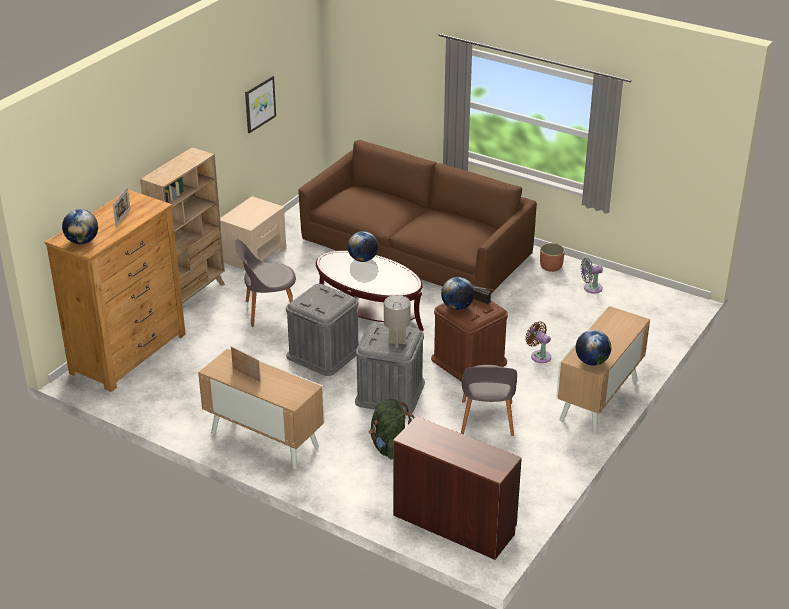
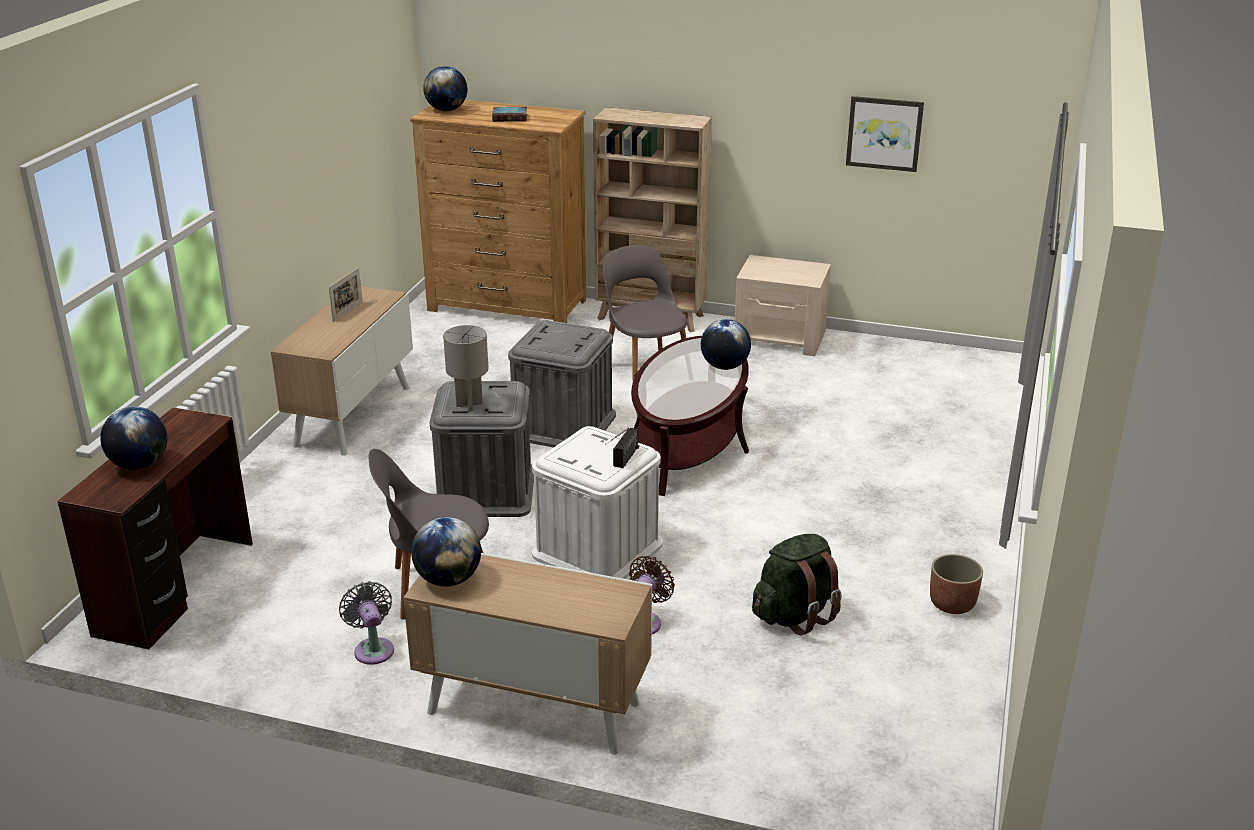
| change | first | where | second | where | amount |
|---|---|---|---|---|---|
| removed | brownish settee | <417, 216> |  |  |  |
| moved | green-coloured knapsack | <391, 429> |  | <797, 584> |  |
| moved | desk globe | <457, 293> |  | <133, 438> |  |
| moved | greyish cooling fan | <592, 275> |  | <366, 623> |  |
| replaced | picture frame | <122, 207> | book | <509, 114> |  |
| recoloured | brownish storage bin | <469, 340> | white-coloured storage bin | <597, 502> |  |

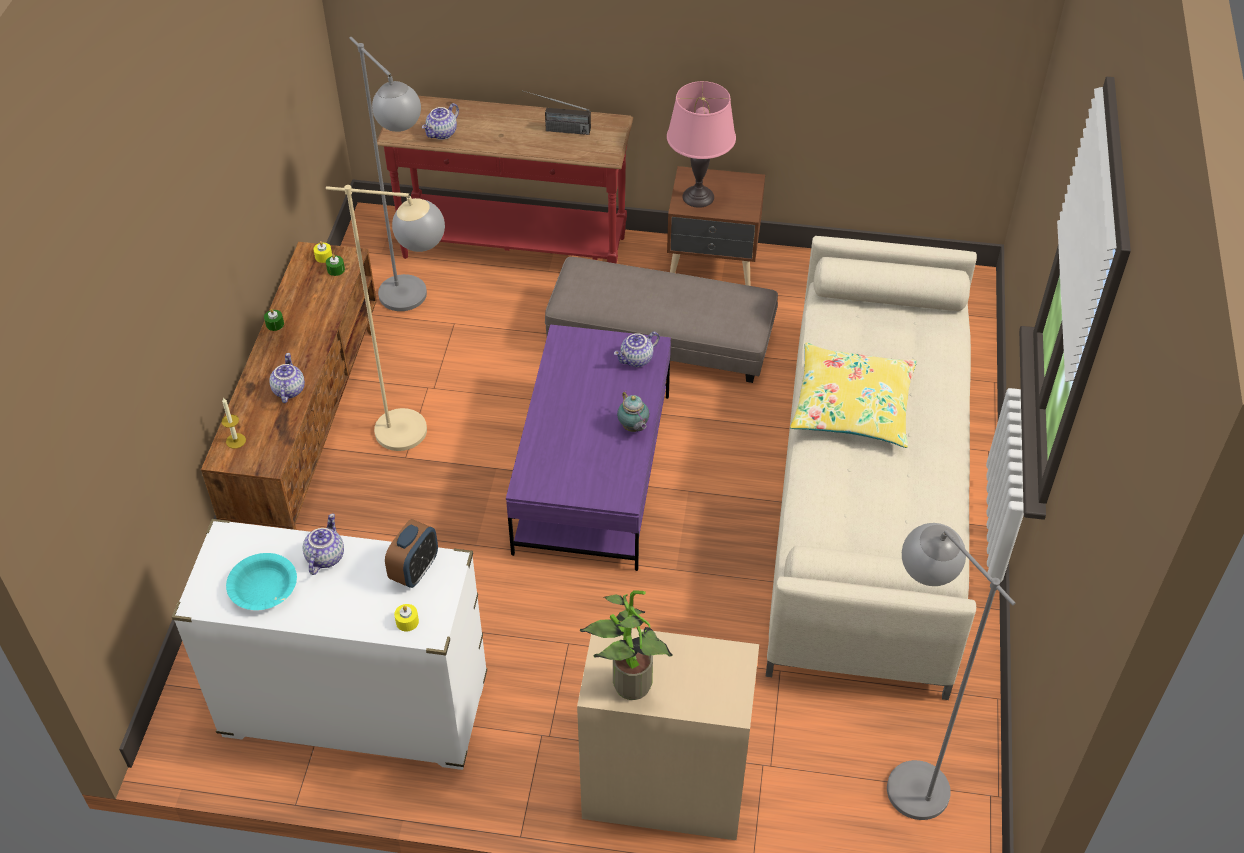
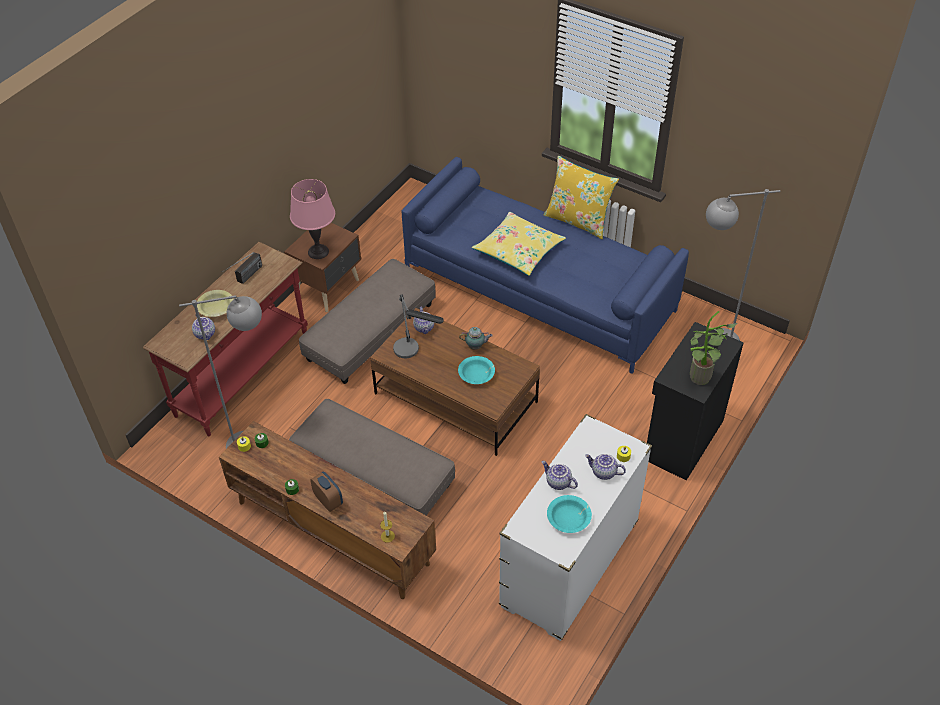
| change | first | where | second | where | amount |
|---|---|---|---|---|---|
| added |  |  | yellowish deep dish | <215, 303> |  |
| added |  |  | lamp for a table | <418, 326> |  |
| added |  |  | turquoise-coloured deep dish | <476, 370> |  |
| added |  |  | yellowish throw pillow | <581, 197> |  |
| moved | pot for tea | <287, 378> |  | <605, 467> |  |
| moved | bedside clock | <411, 553> |  | <326, 491> |  |
| replaced | beige-coloured floor lamp | <385, 318> | greyish footrest | <372, 457> |  |
| recoloured | purplish coffee table | <588, 447> | brownish coffee table | <455, 382> |  |
| recoloured | beige-coloured storage cabinet | <668, 734> | black storage cabinet | <695, 401> |  |
| recoloured | beige-coloured settee | <871, 468> | bluish settee | <545, 265> |  |

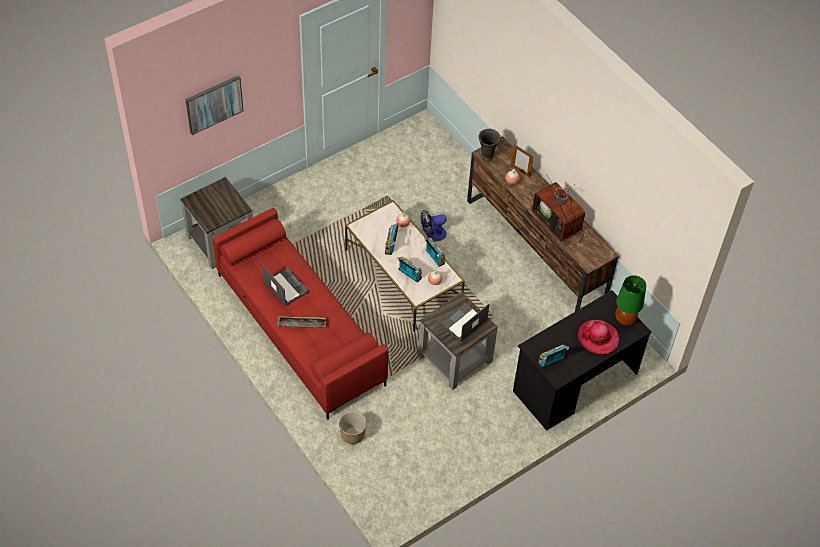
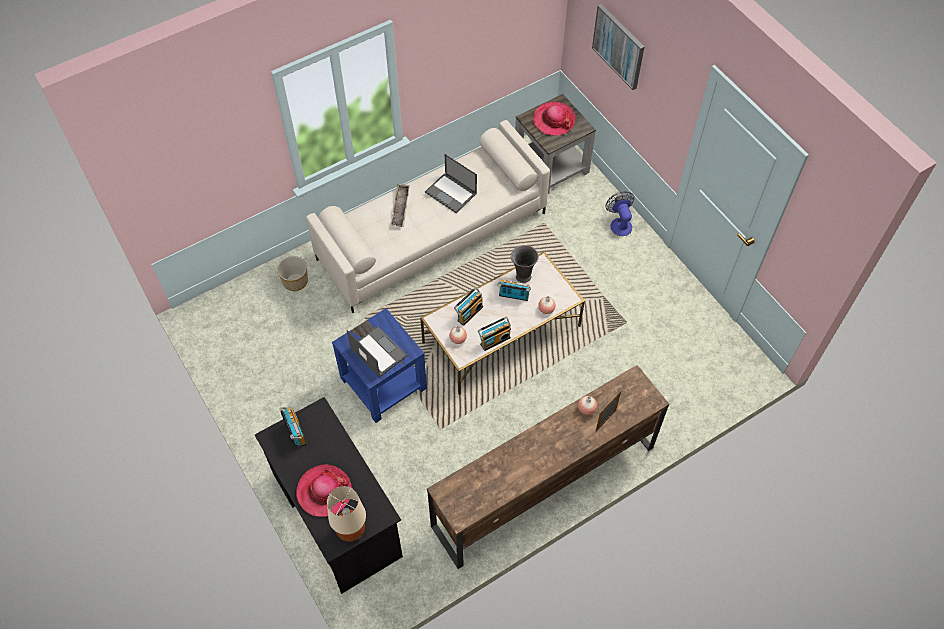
| change | first | where | second | where | amount |
|---|---|---|---|---|---|
| removed | television | <558, 210> |  |  |  |
| added |  |  | clothing hat | <554, 119> |  |
| moved | cooling fan | <434, 225> |  | <619, 213> |  |
| moved | greyish flower vase | <489, 145> |  | <525, 264> |  |
| recoloured | red-coloured settee | <301, 314> | white-coloured settee | <428, 216> |  |
| recoloured | greyish accent table | <458, 341> | bluish accent table | <379, 365> |  |
| recoloured | green-coloured lamp for a table | <630, 301> | beige-coloured lamp for a table | <346, 514> |  |
| turned | notebook computer | <286, 285> |  | <451, 183> | 75 degrees clockwise |

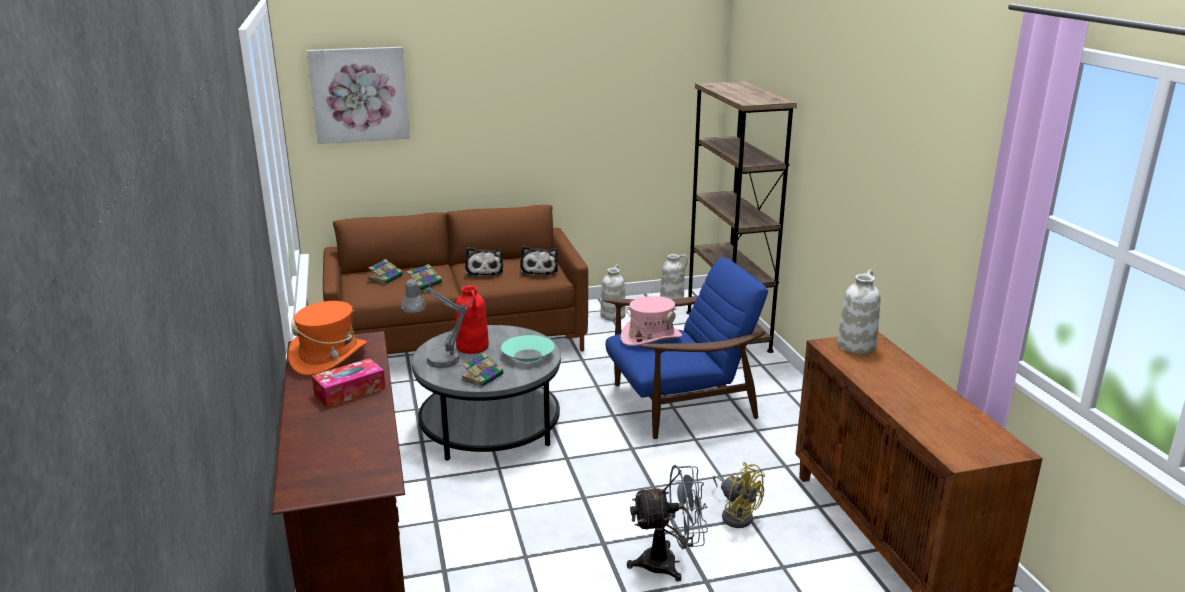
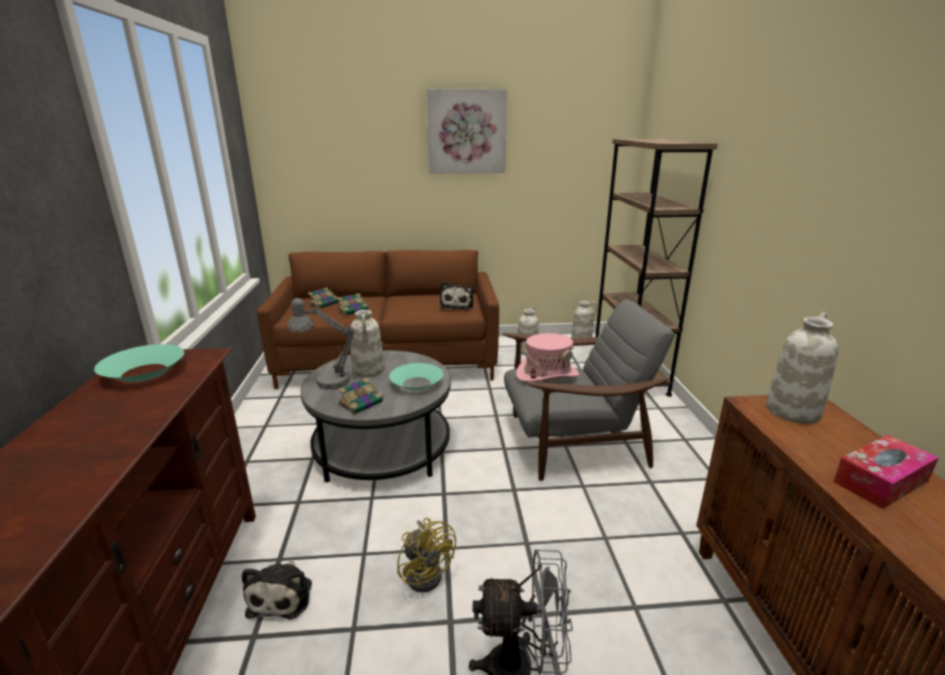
| change | first | where | second | where | amount |
|---|---|---|---|---|---|
| moved | picture | <358, 95> |  | <466, 131> |  |
| moved | tissue holder | <349, 382> |  | <886, 472> |  |
| moved | soft toy | <484, 262> |  | <277, 590> |  |
| moved | yellowish cooling fan | <739, 495> |  | <426, 555> |  |
| replaced | orangey clothing hat | <327, 338> | turquoise-coloured deep dish | <139, 363> |  |
| recoloured | red-coloured flower vase | <472, 319> | white-coloured flower vase | <367, 343> |  |
| recoloured | bluish easy chair | <685, 348> | greyish easy chair | <588, 390> |  |

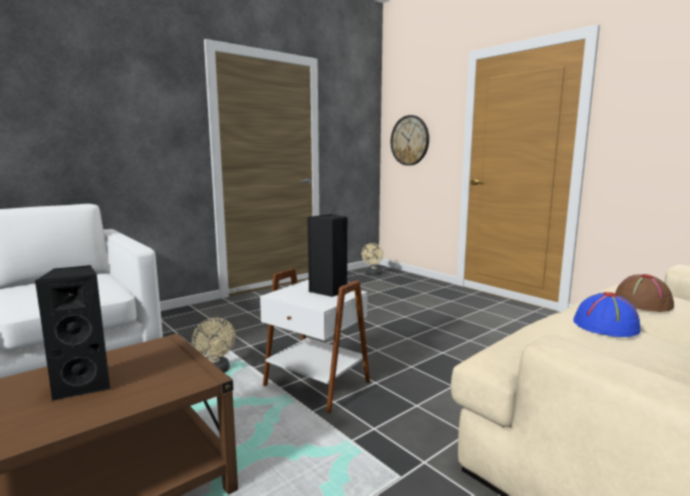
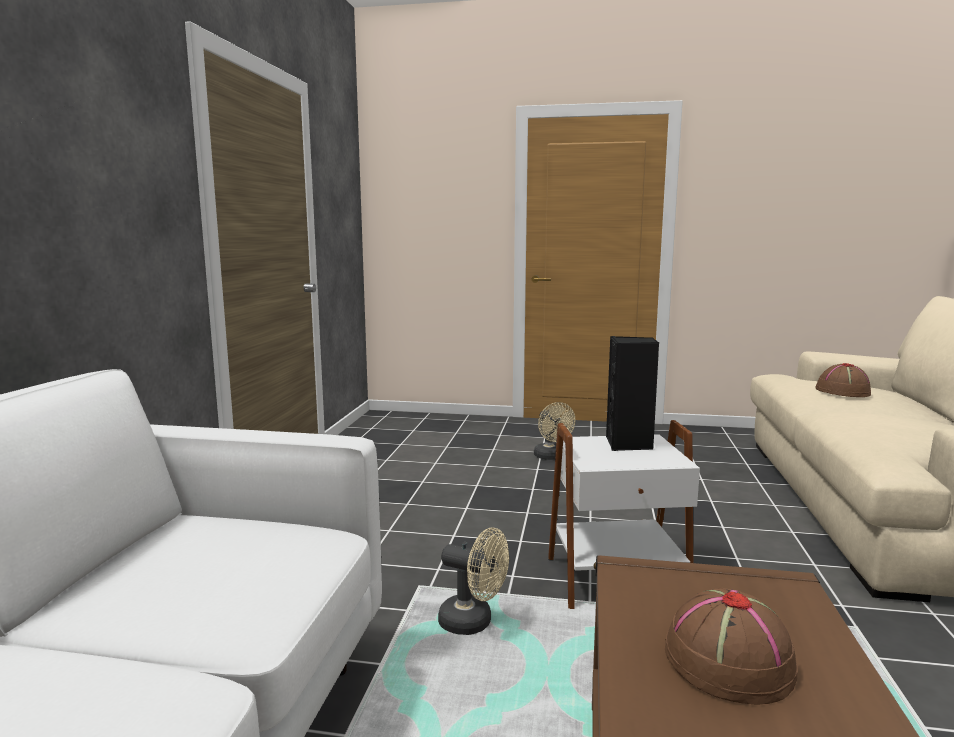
| change | first | where | second | where | amount |
|---|---|---|---|---|---|
| removed | hanging clock | <410, 140> |  |  |  |
| removed | bluish clothing hat | <607, 314> |  |  |  |
| moved | beige-coloured cooling fan | <372, 259> |  | <554, 431> |  |
| replaced | black speaker | <72, 333> | brownish clothing hat | <731, 646> |  |

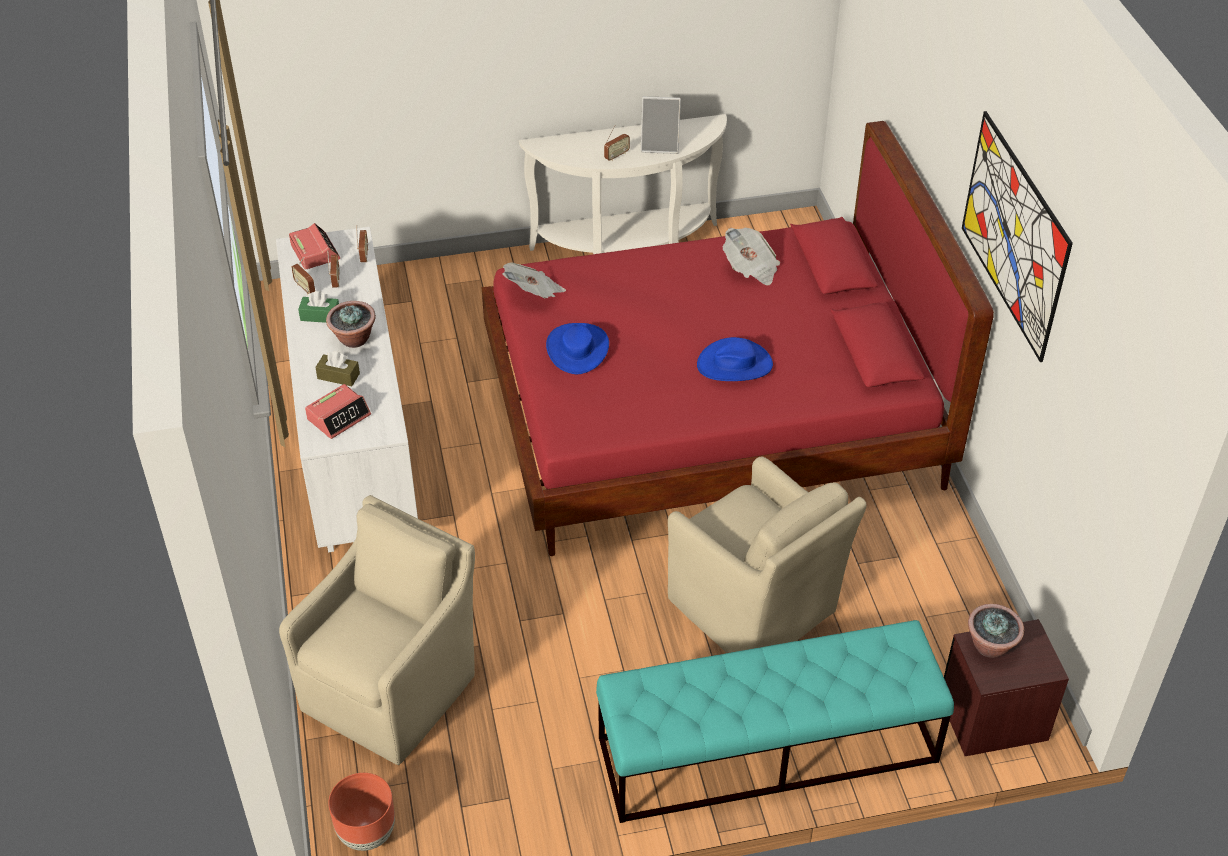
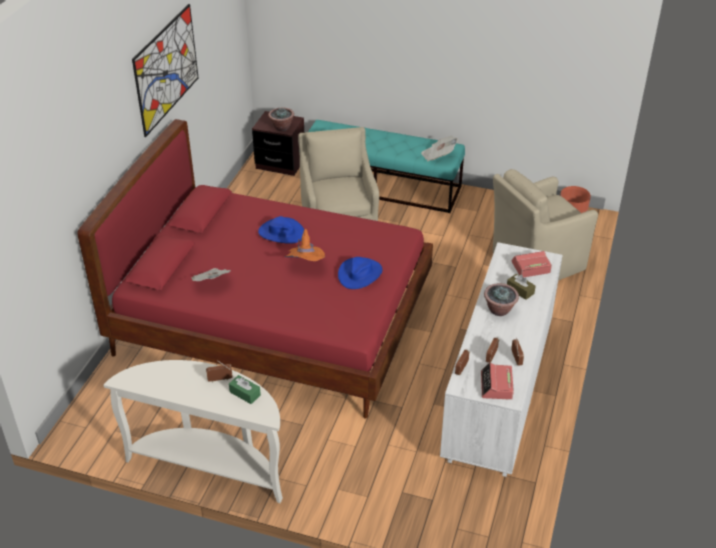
| change | first | where | second | where | amount |
|---|---|---|---|---|---|
| removed | picture frame | <661, 125> |  |  |  |
| added |  |  | orangey clothing hat | <305, 245> |  |
| moved | green-coloured tissue holder | <318, 307> |  | <245, 389> |  |
| moved | daily paper | <534, 280> |  | <439, 149> |  |

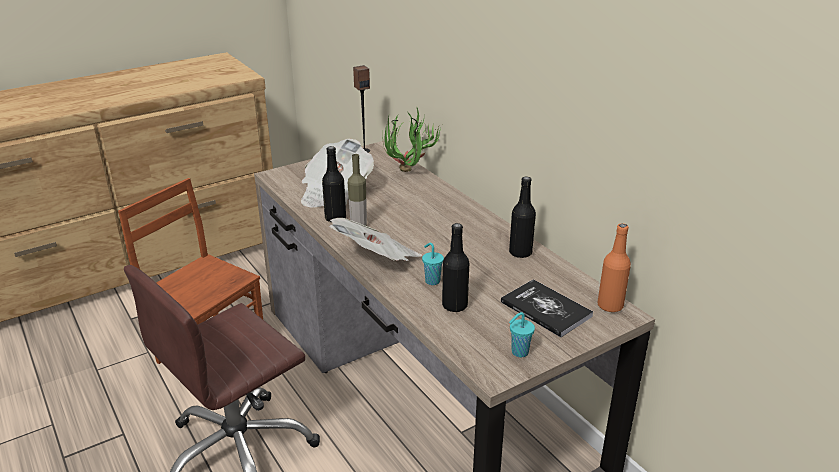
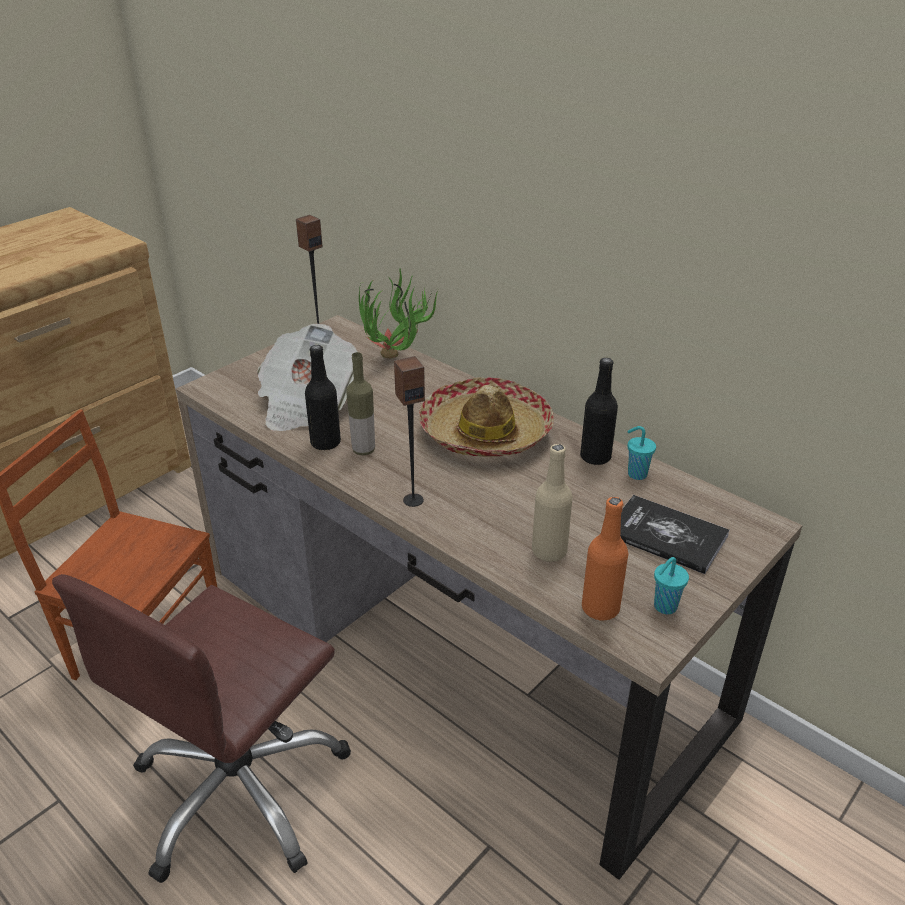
| change | first | where | second | where | amount |
|---|---|---|---|---|---|
| added |  |  | clothing hat | <486, 417> |  |
| moved | turquoise-coloured small cup | <433, 264> |  | <641, 453> |  |
| moved | orangey drink bottle | <614, 268> |  | <605, 558> |  |
| replaced | daily paper | <375, 239> | speaker | <409, 431> |  |
| recoloured | black drink bottle | <455, 267> | beige-coloured drink bottle | <552, 503> |  |

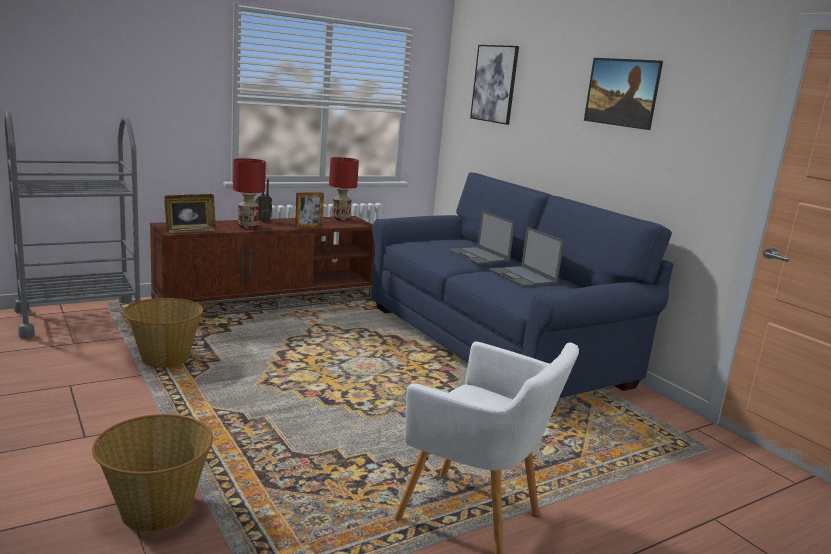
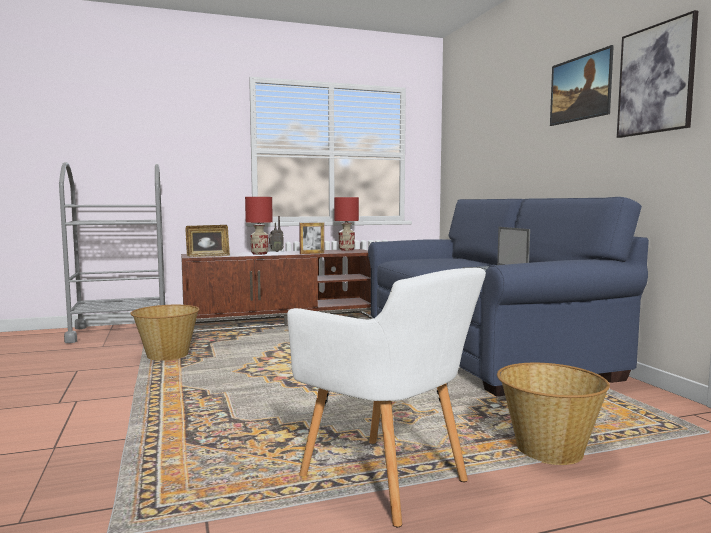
| change | first | where | second | where | amount |
|---|---|---|---|---|---|
| removed | notebook computer | <481, 238> |  |  |  |
| moved | storage basket | <152, 473> |  | <553, 414> |  |
| moved | picture | <494, 85> |  | <657, 74> |  |

